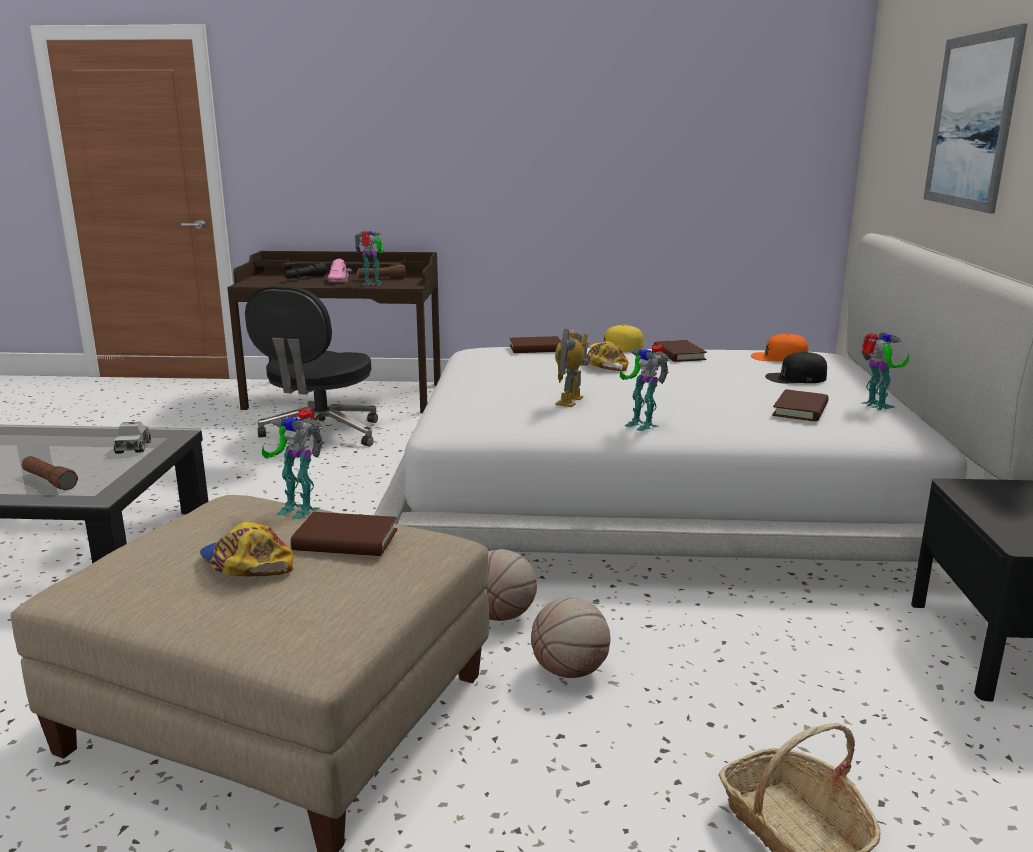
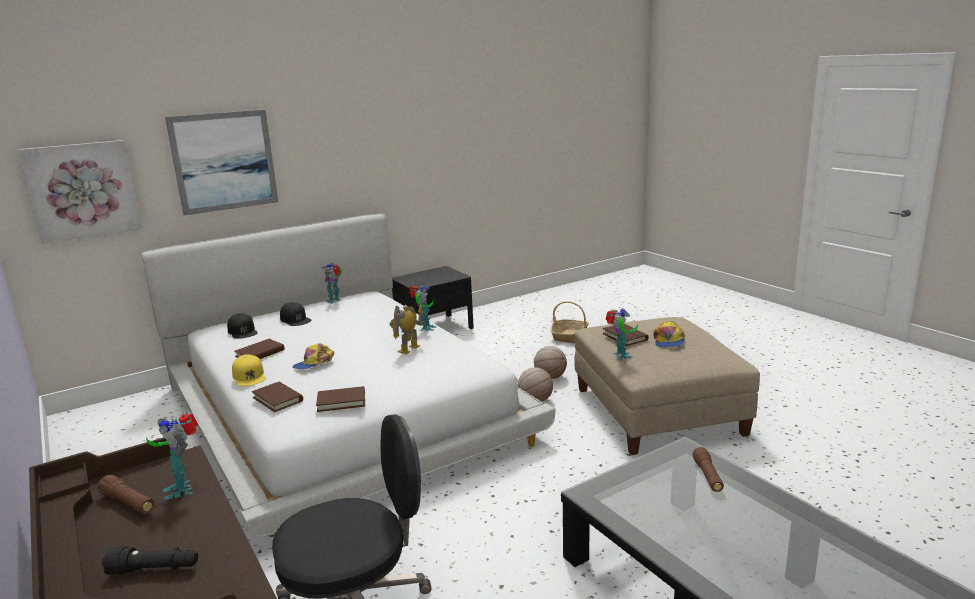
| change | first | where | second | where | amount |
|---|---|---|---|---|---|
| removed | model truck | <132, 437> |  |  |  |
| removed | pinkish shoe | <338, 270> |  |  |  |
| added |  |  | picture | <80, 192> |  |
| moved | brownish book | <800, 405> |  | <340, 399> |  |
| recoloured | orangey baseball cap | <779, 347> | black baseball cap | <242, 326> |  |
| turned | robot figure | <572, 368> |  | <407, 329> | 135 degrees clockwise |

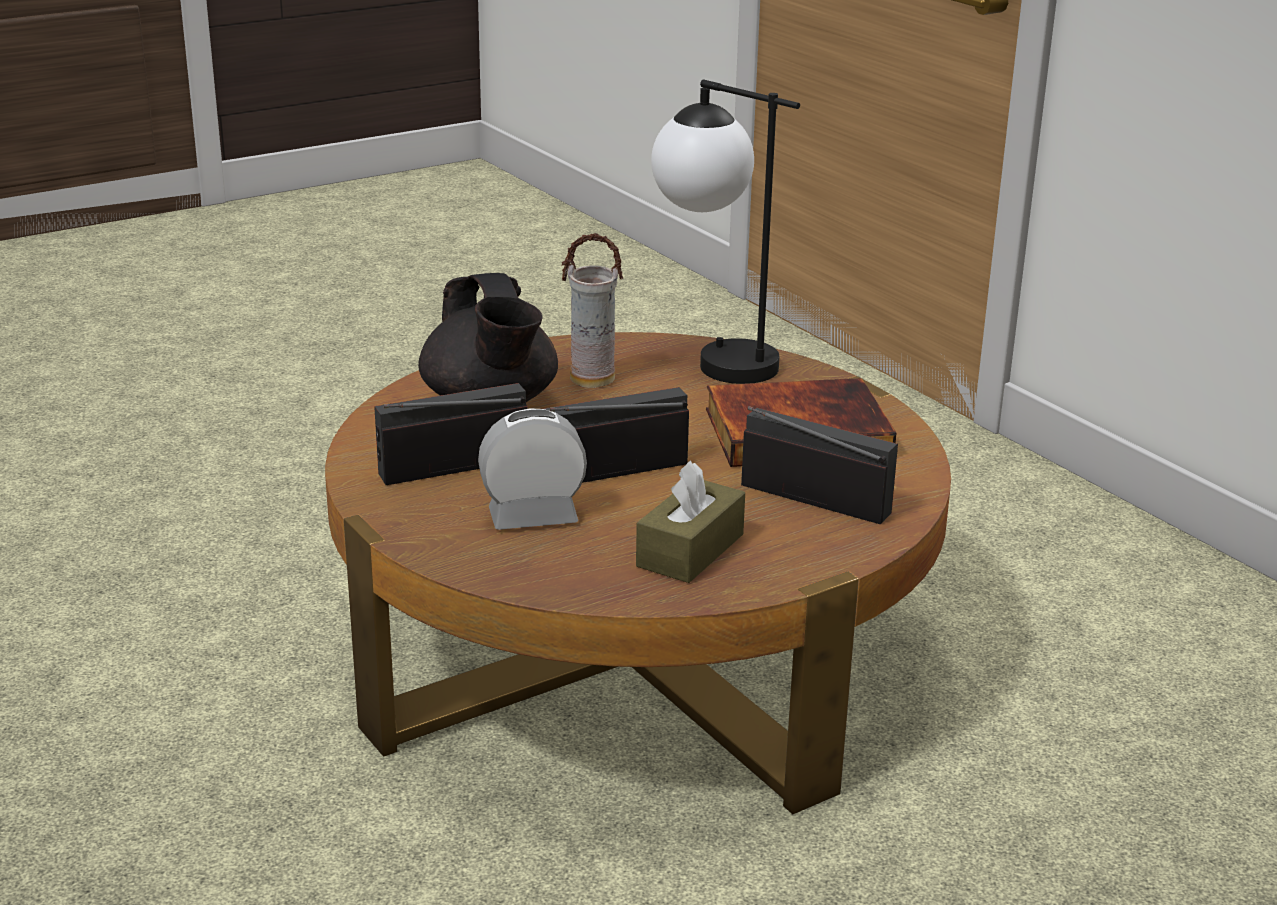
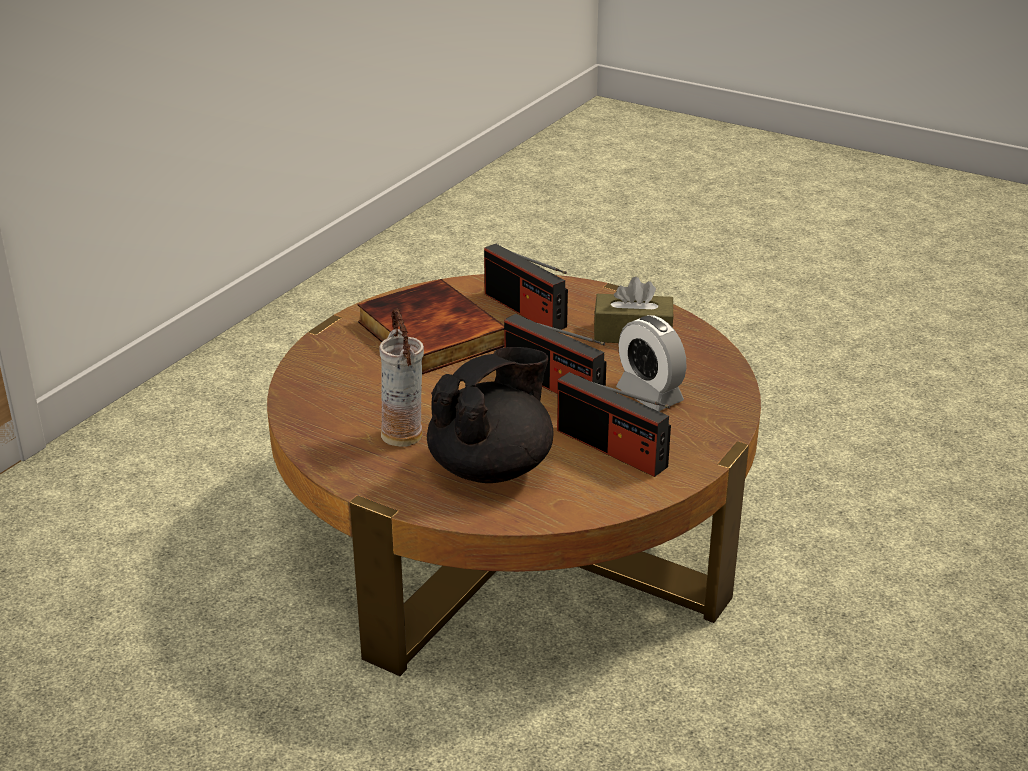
| change | first | where | second | where | amount |
|---|---|---|---|---|---|
| removed | lamp for a table | <725, 231> |  |  |  |
| turned | radio | <819, 465> |  | <526, 287> | 45 degrees counterclockwise |

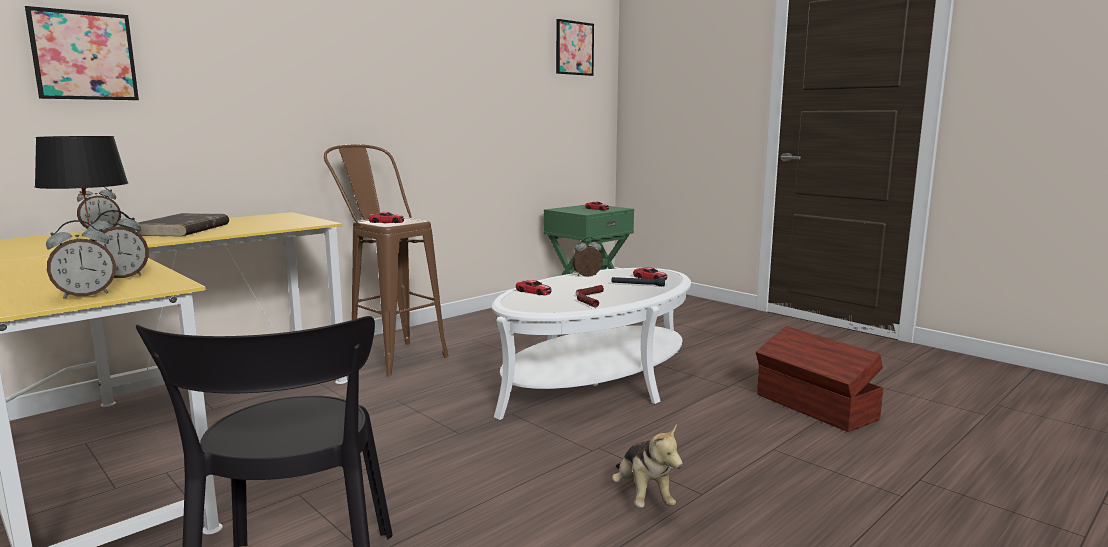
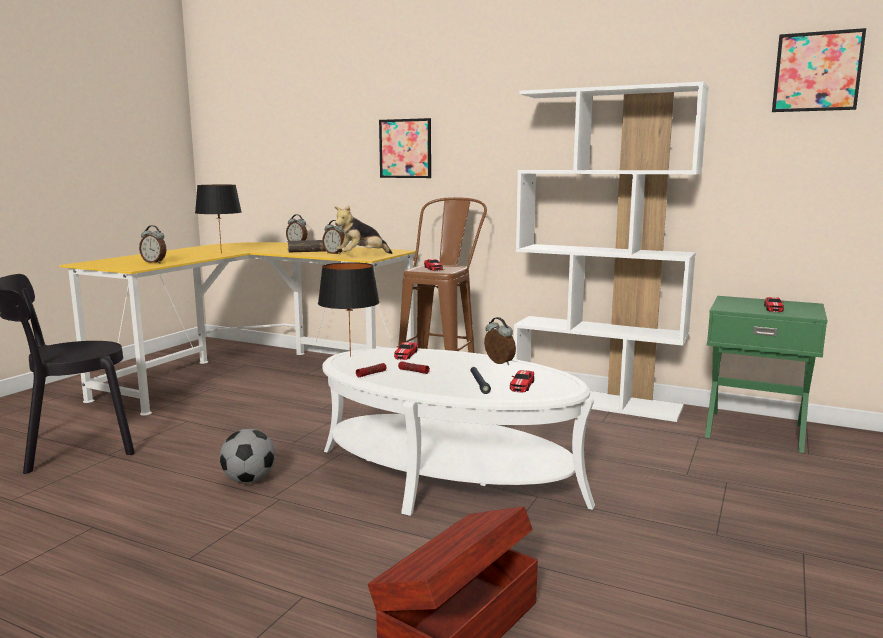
| change | first | where | second | where | amount |
|---|---|---|---|---|---|
| added |  |  | ball for football | <247, 456> |  |
| added |  |  | black lamp for a table | <349, 309> |  |
| added |  |  | white-coloured shelving unit | <611, 252> |  |
| moved | picture | <82, 53> |  | <405, 148> |  |
| moved | bedside clock | <81, 259> |  | <333, 237> |  |
| moved | soft toy | <647, 466> |  | <363, 229> |  |

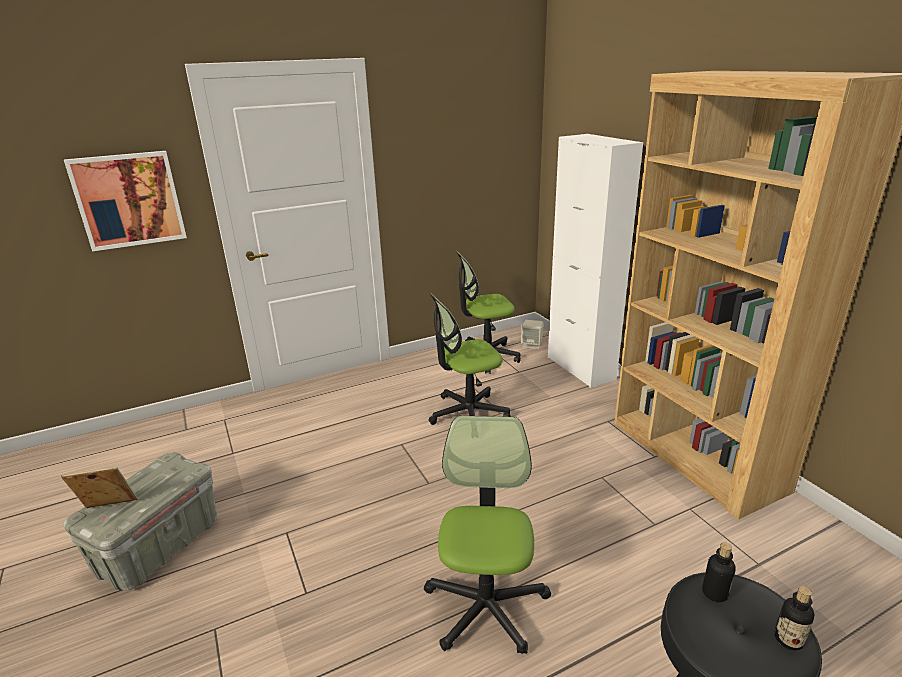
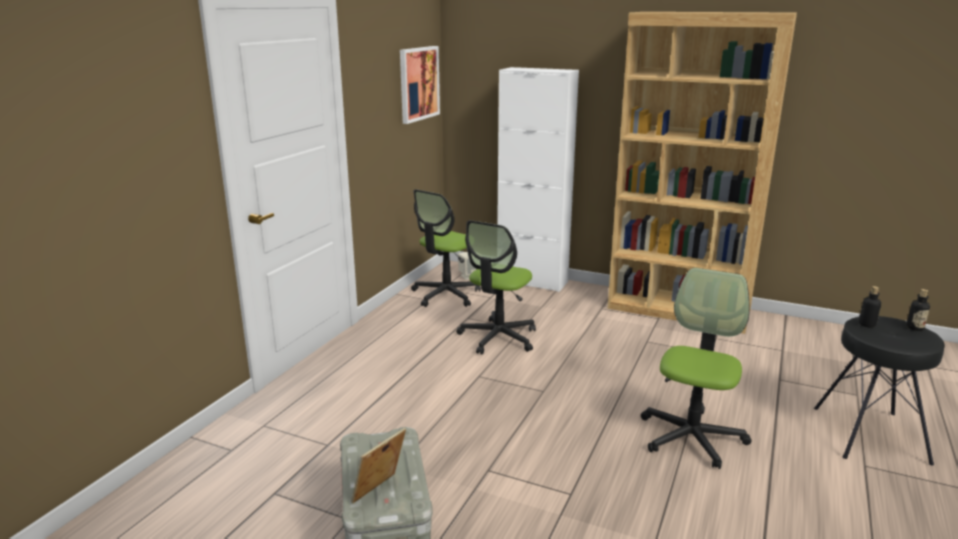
| change | first | where | second | where | amount |
|---|---|---|---|---|---|
| moved | picture | <125, 201> |  | <420, 85> |  |
| turned | computer chair | <487, 535> |  | <696, 368> | 60 degrees clockwise |

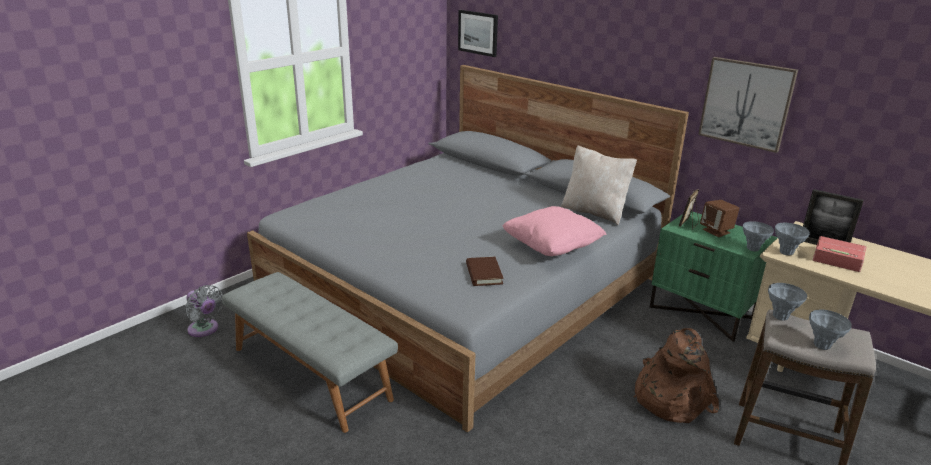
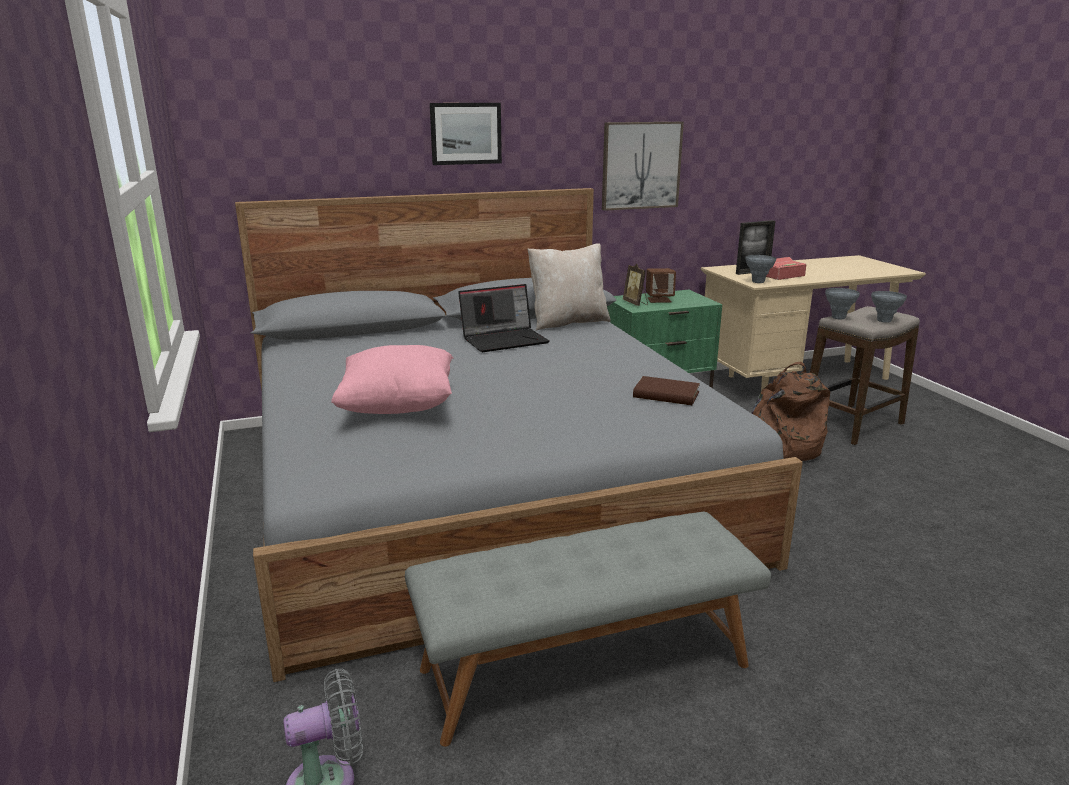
| change | first | where | second | where | amount |
|---|---|---|---|---|---|
| removed | greyish flower vase | <758, 236> |  |  |  |
| added |  |  | notebook computer | <503, 318> |  |
| moved | picture | <478, 33> |  | <466, 134> |  |
| moved | pinkish throw pillow | <554, 231> |  | <392, 379> |  |

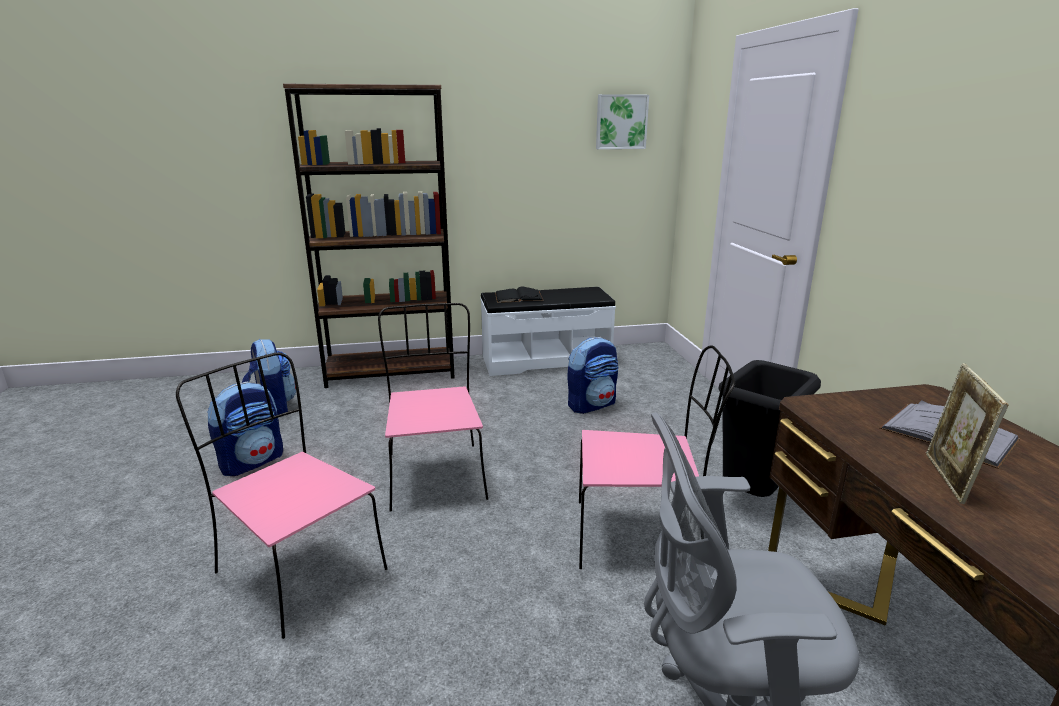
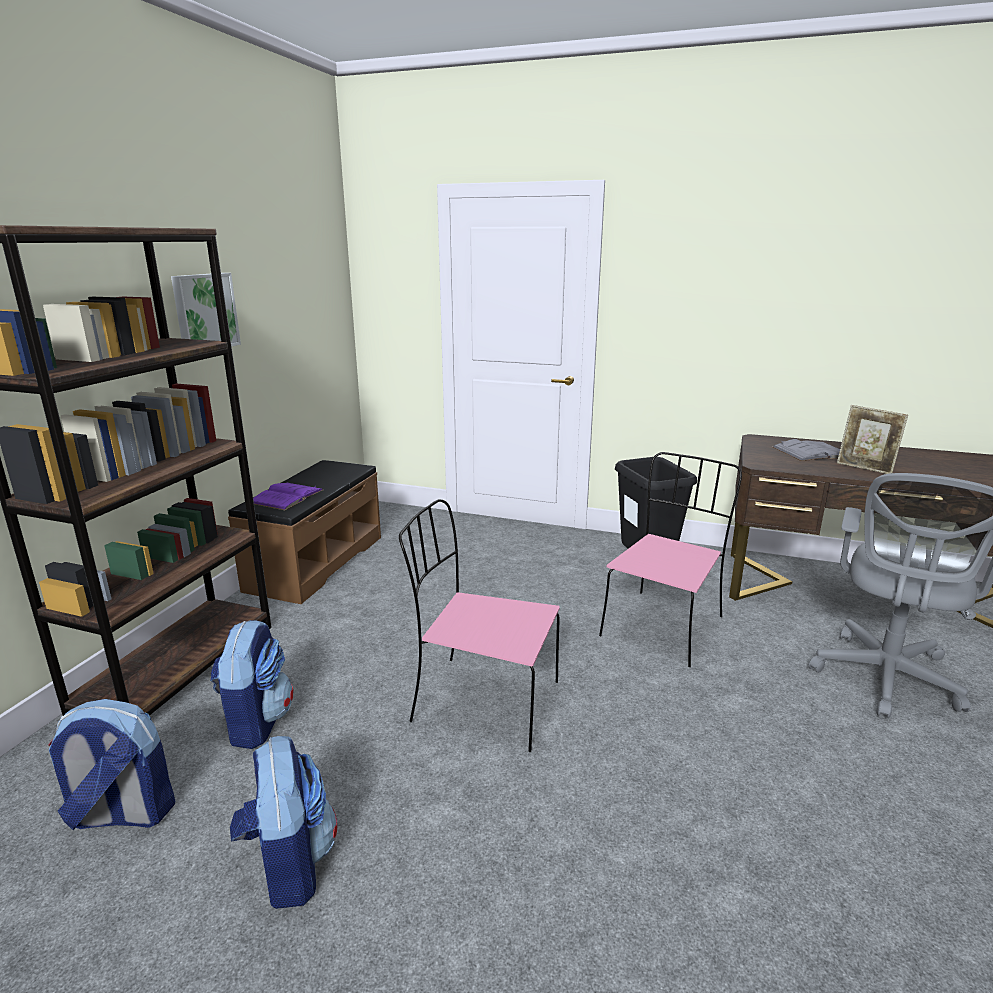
| change | first | where | second | where | amount |
|---|---|---|---|---|---|
| removed | pinkish chair | <281, 495> |  |  |  |
| moved | knapsack | <593, 375> |  | <252, 684> |  |
| moved | picture | <622, 121> |  | <206, 310> |  |
| recoloured | white-coloured bench | <548, 331> | brownish bench | <304, 532> |  |
| recoloured | black book | <519, 295> | purplish book | <288, 496> |  |

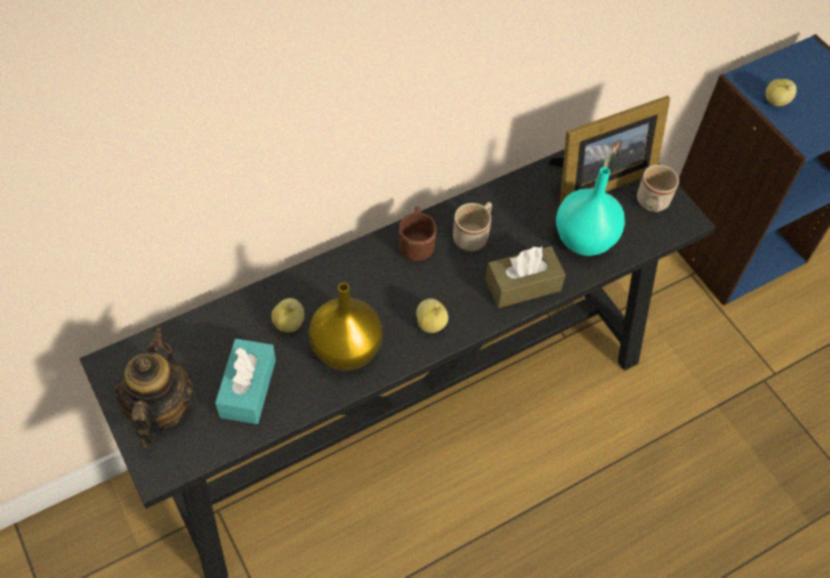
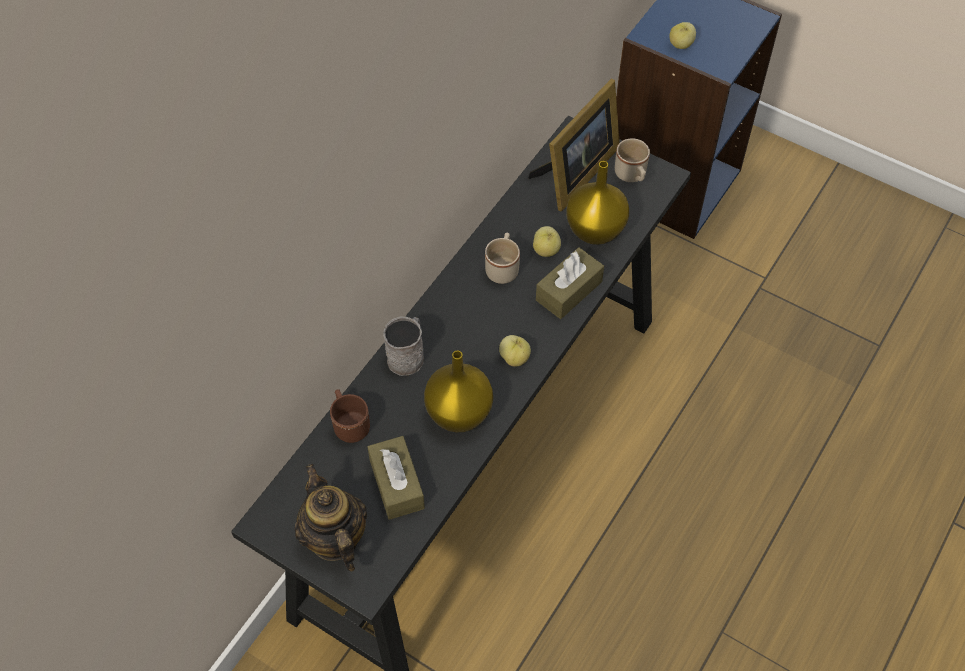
| change | first | where | second | where | amount |
|---|---|---|---|---|---|
| added |  |  | greyish coffee mug | <403, 346> |  |
| moved | apple | <288, 315> |  | <547, 241> |  |
| moved | brownish coffee mug | <417, 233> |  | <350, 416> |  |
| recoloured | turquoise-coloured tissue holder | <245, 381> | brownish tissue holder | <396, 478> |  |
| recoloured | turquoise-coloured flower vase | <590, 211> | yellowish flower vase | <597, 203> |  |

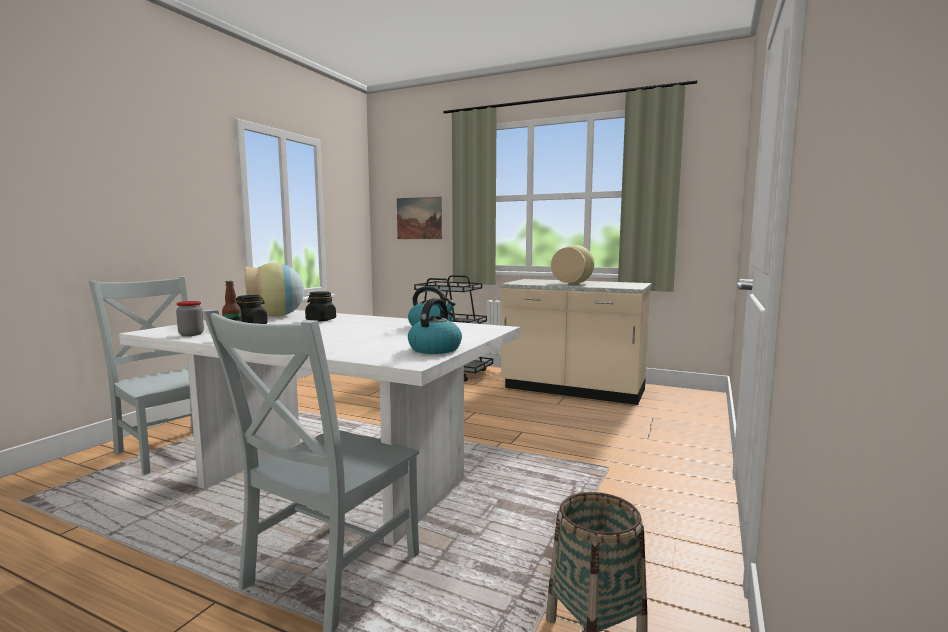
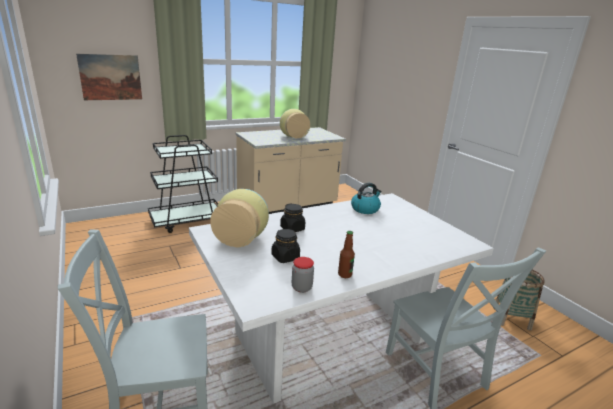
| change | first | where | second | where | amount |
|---|---|---|---|---|---|
| removed | water kettle | <435, 326> |  |  |  |

